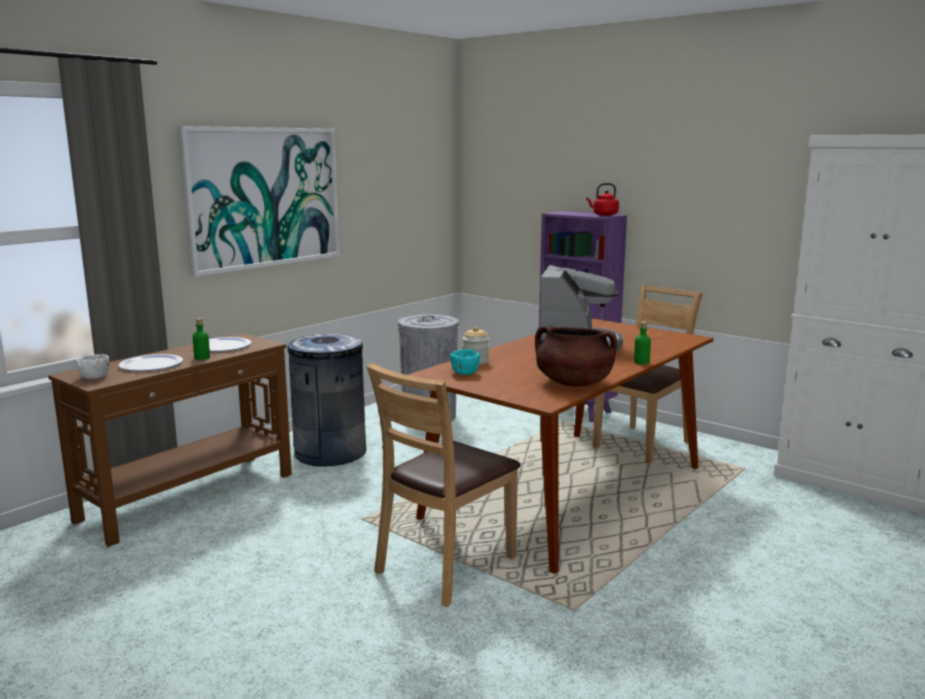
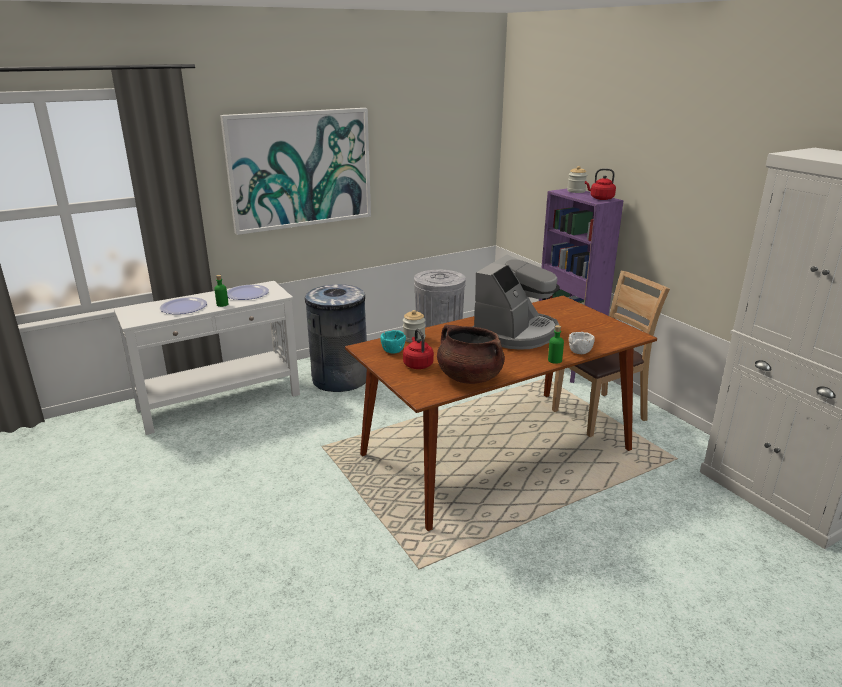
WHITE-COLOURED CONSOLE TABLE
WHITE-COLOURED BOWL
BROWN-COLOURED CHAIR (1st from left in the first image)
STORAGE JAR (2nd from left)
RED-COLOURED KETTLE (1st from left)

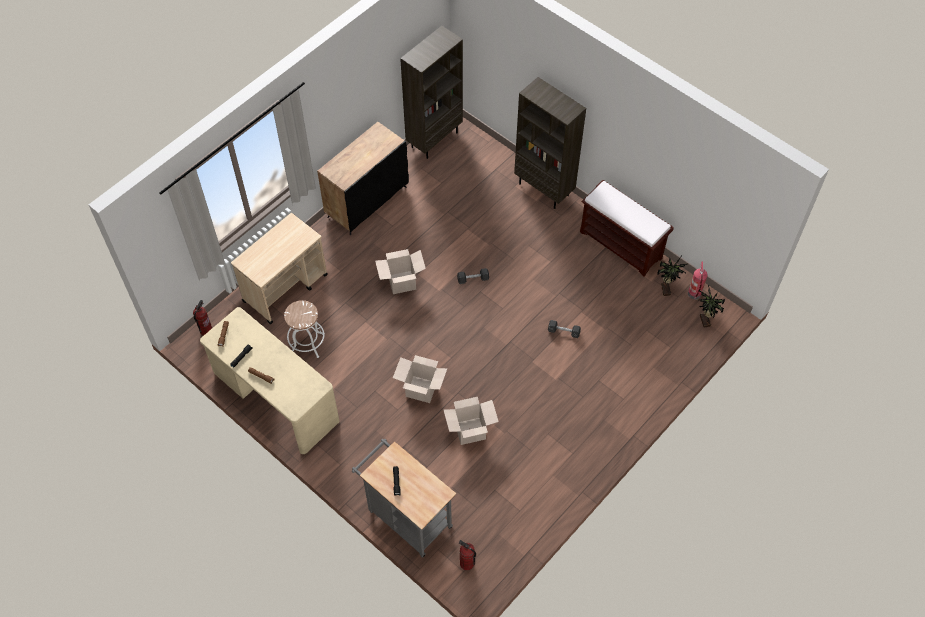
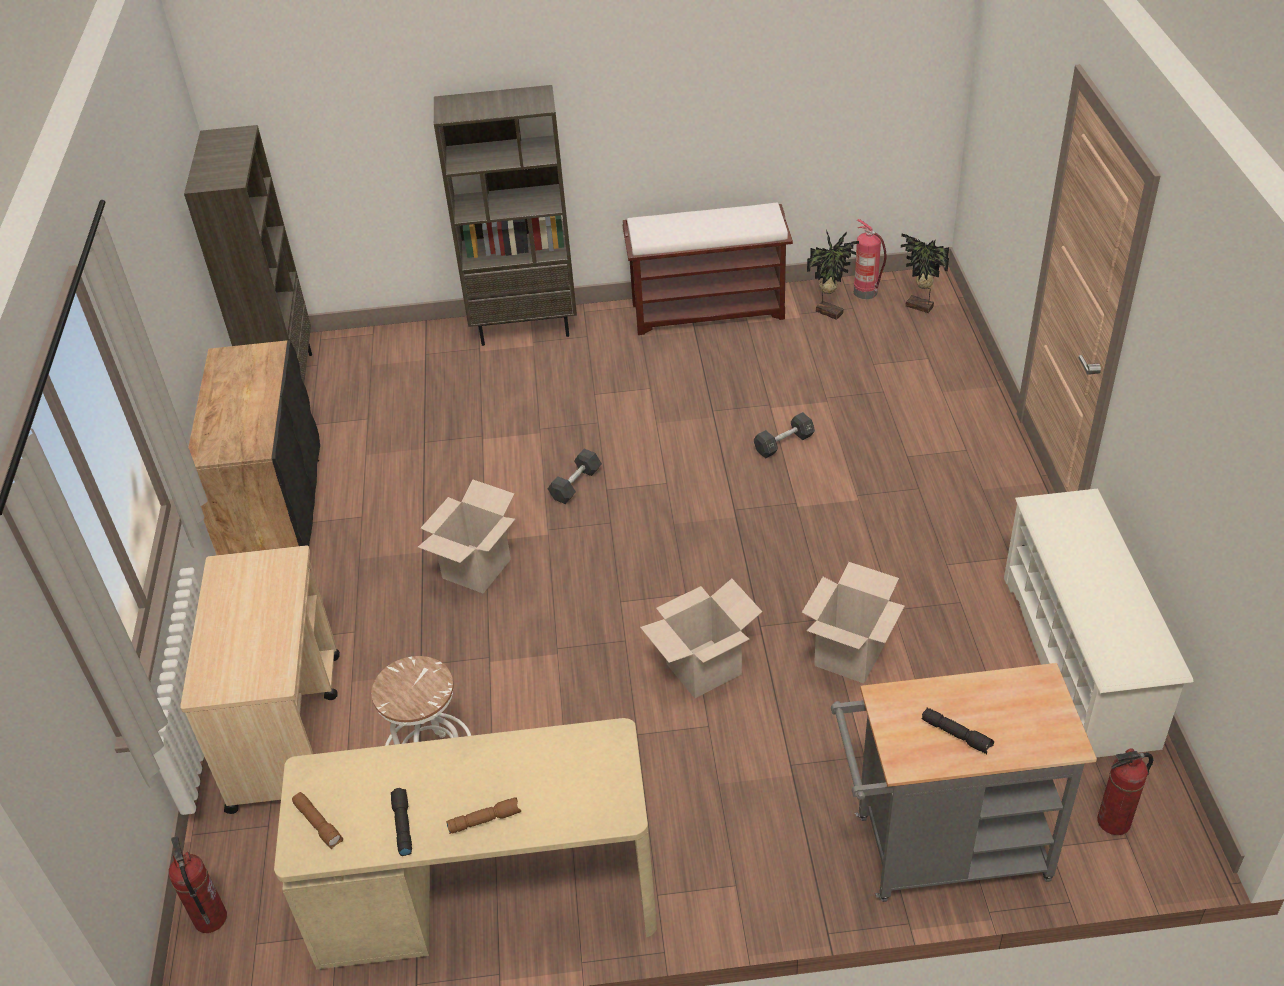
WHITE-COLOURED SHOE STAND

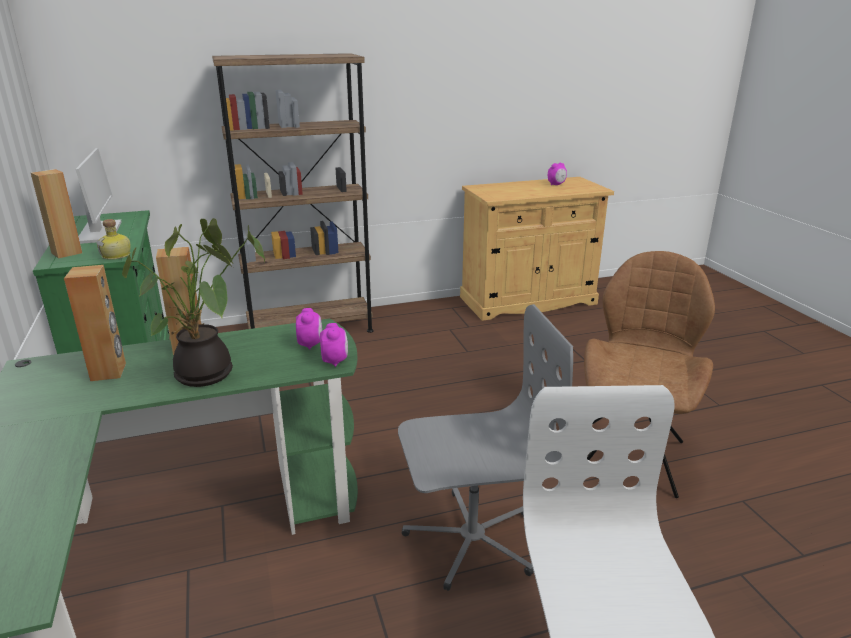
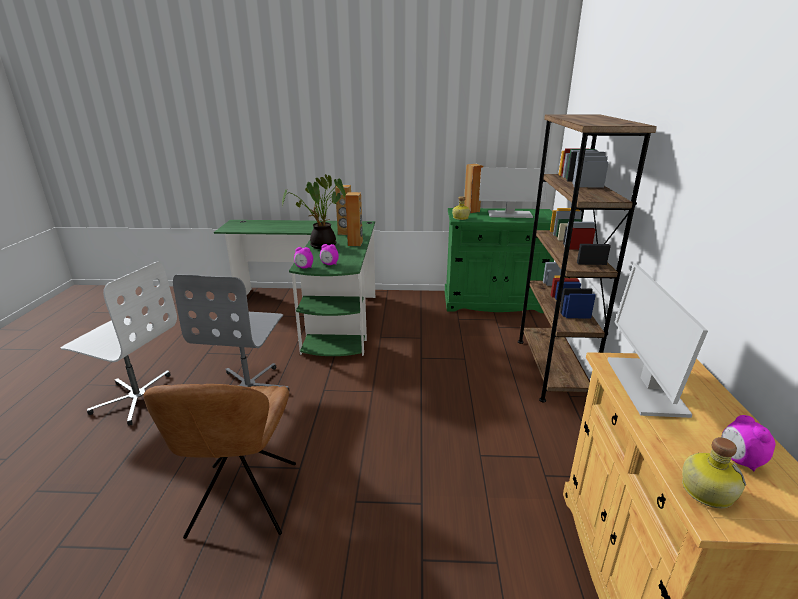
BROWN-COLOURED CHAIR
MONITOR (2nd from left)
BEVERAGE BOTTLE (2nd from left)

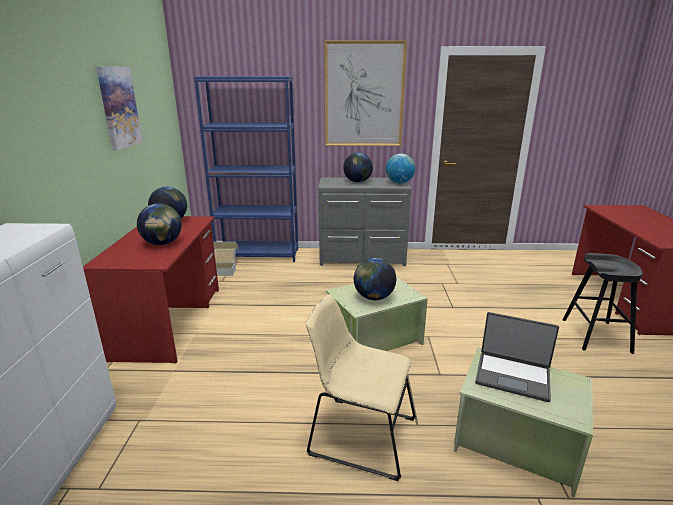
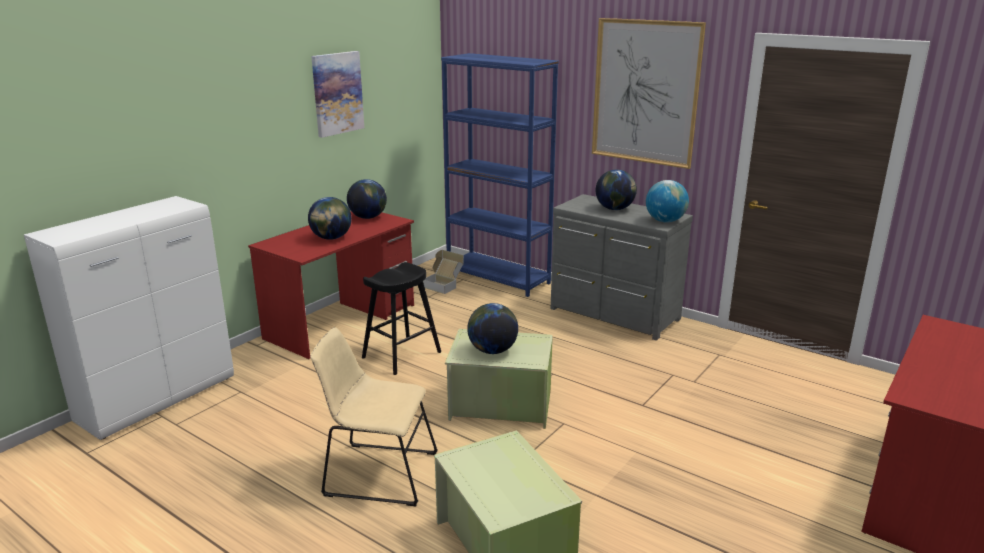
BLACK SITTING STOOL
BEIGE CHAIR
PORTABLE COMPUTER

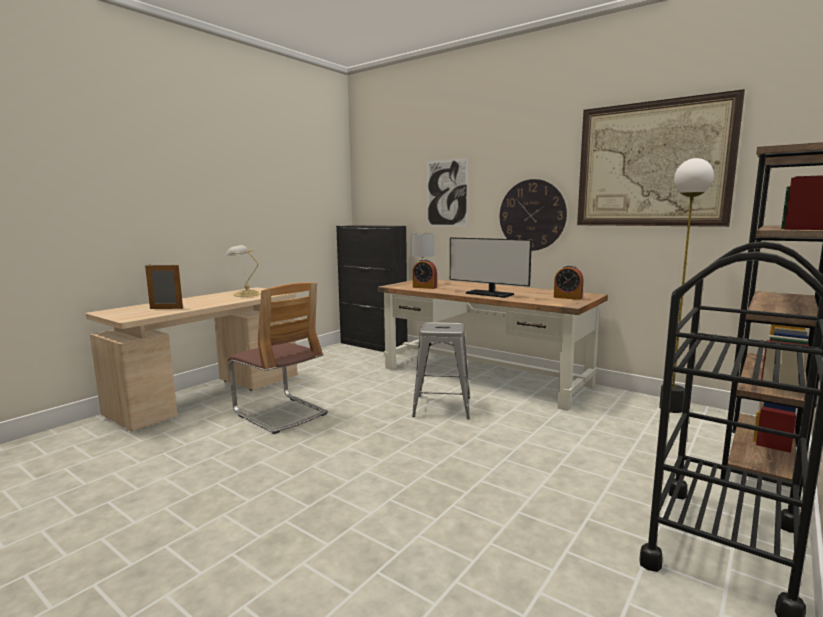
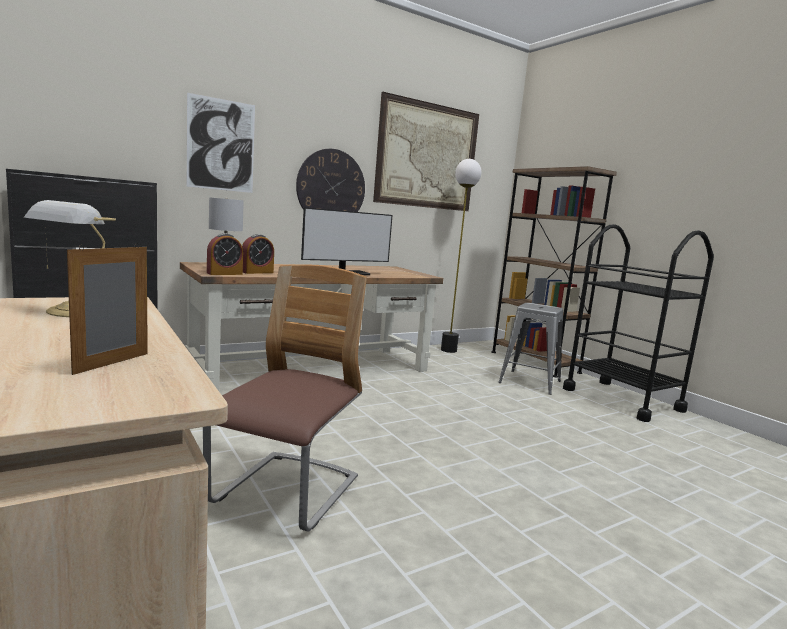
BEDSIDE CLOCK (1st from left)
CHAIR
GREY SITTING STOOL

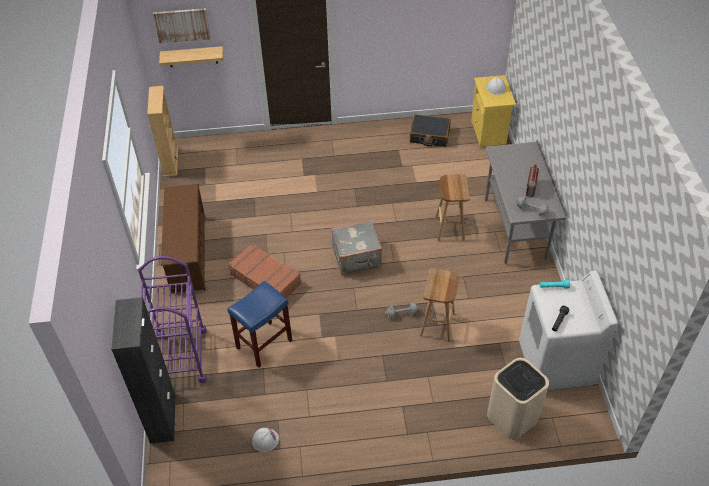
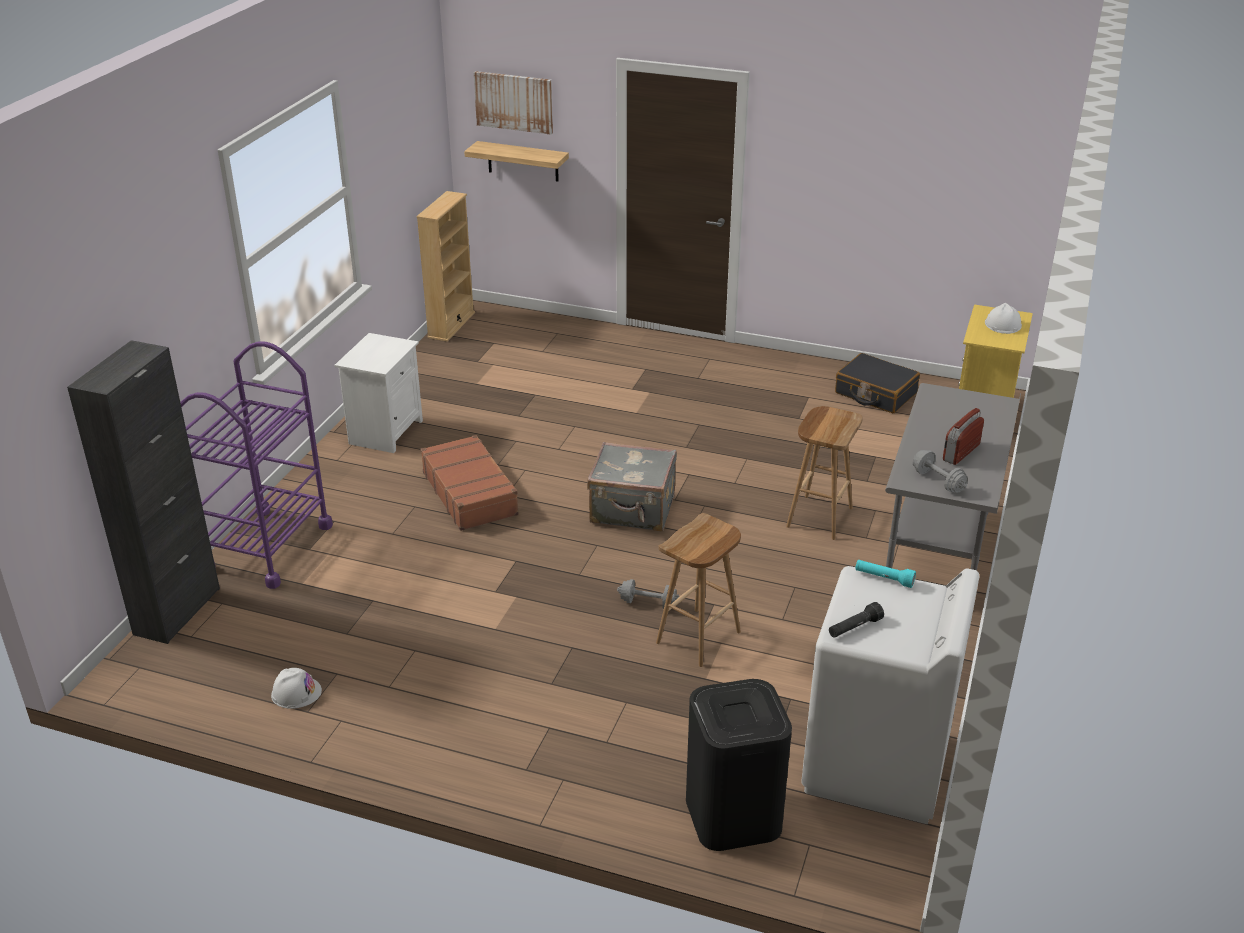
WHITE-COLOURED NIGHTSTAND
BLUE SITTING STOOL
BLACK WASTE BIN

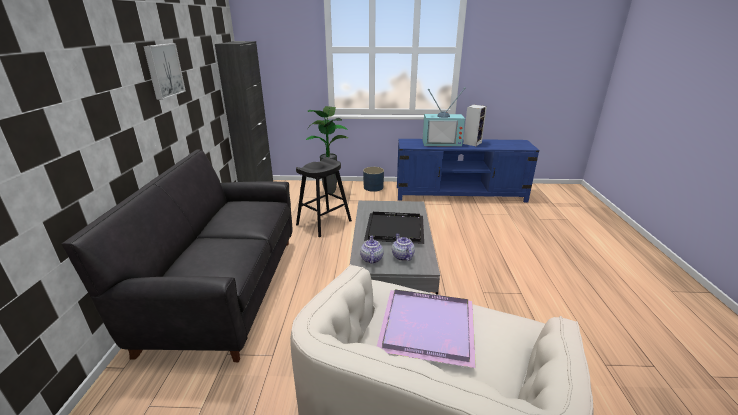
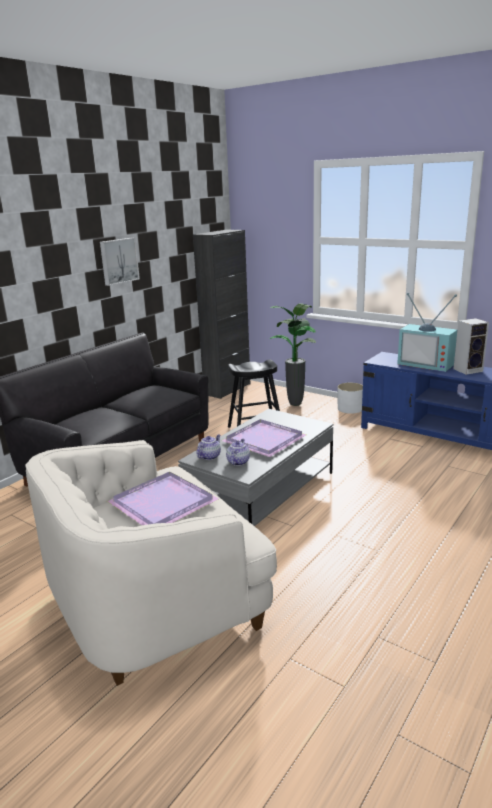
WHITE-COLOURED PLANT POT
PURPLE-COLOURED SERVING TRAY (2nd from left)

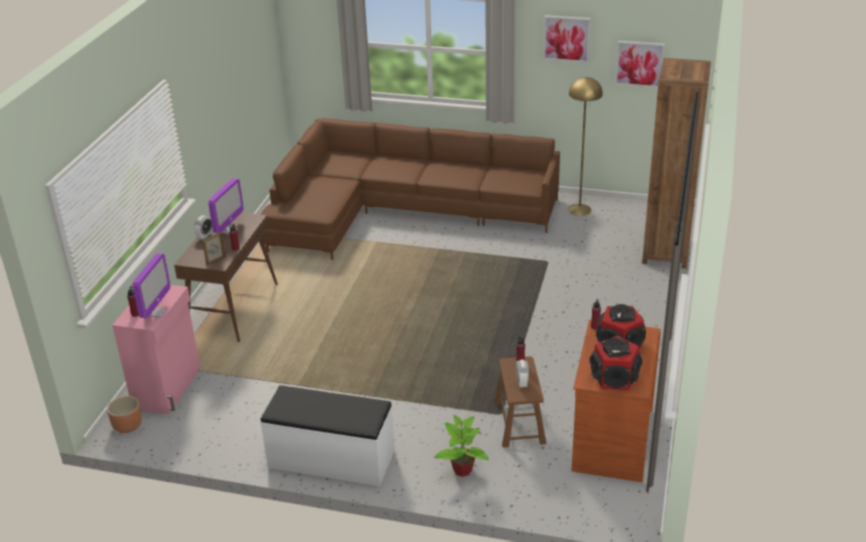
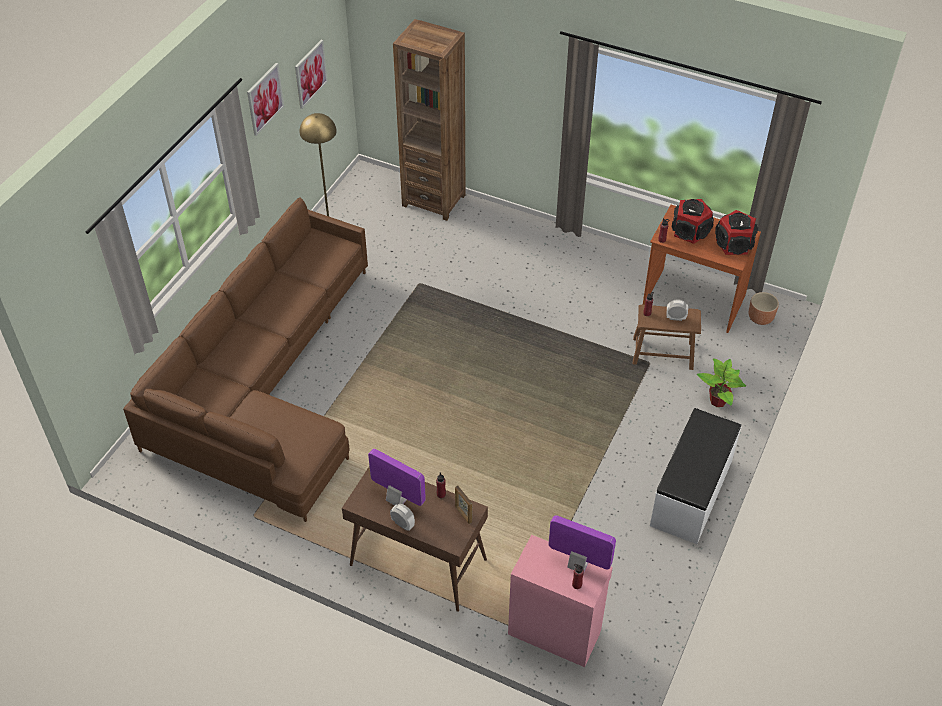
BROWN-COLOURED PLANT POT

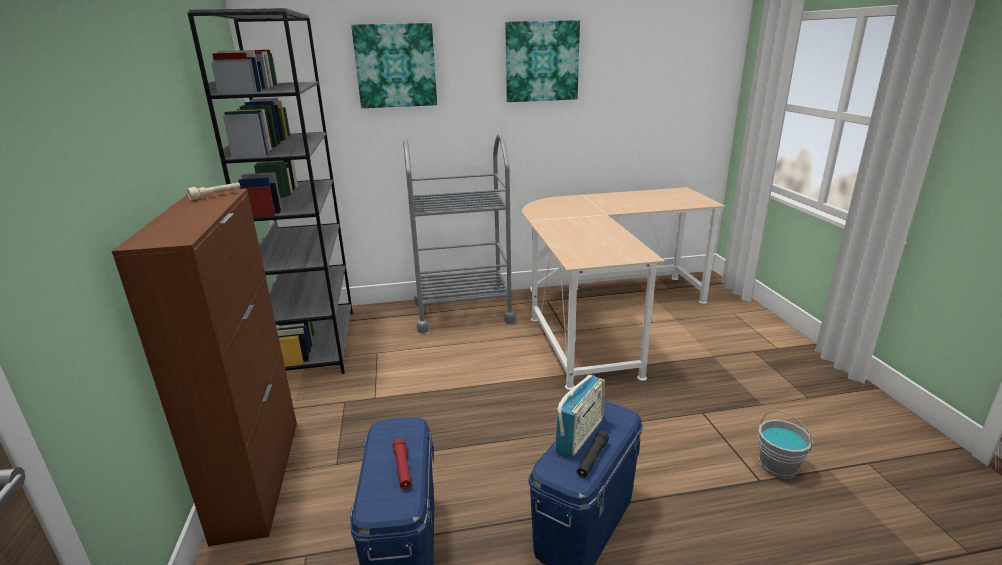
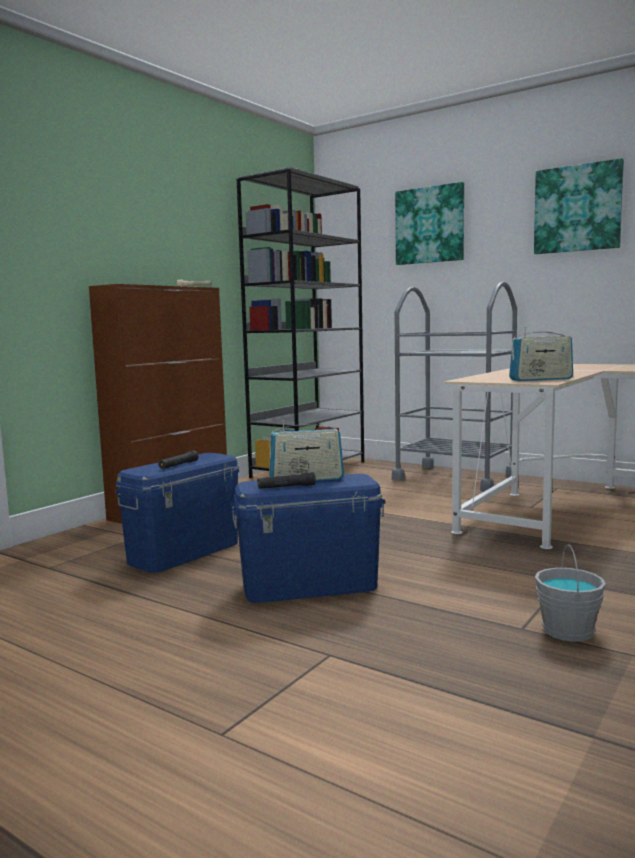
BLACK TORCH (1st from left)
RADIO RECEIVER (2nd from left)

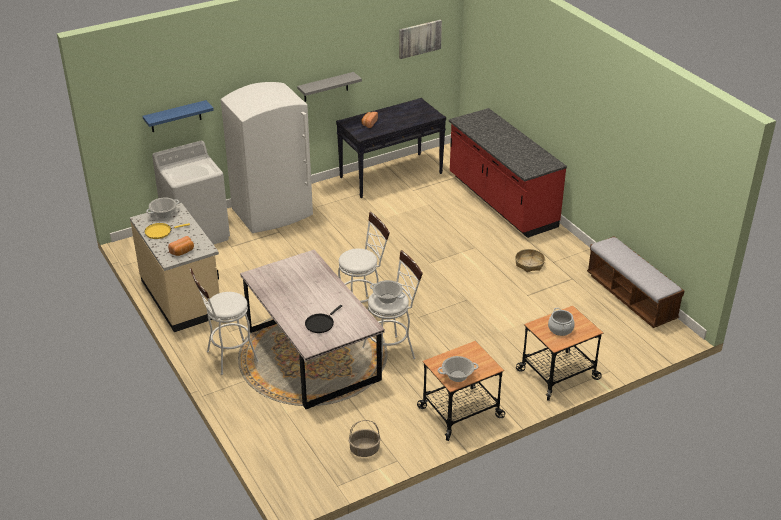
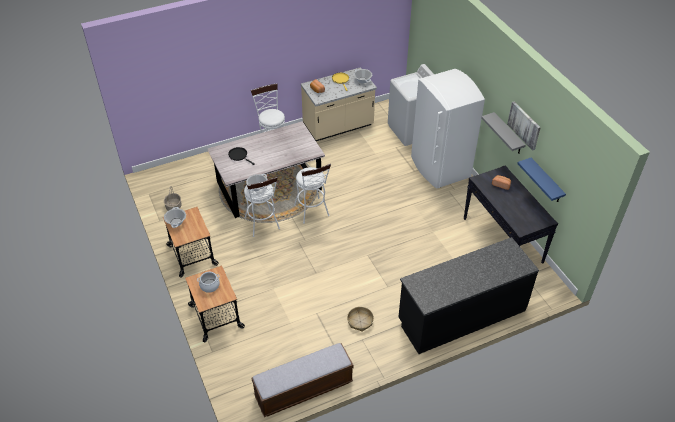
WALL PICTURE
BLUE BRACKET SHELF
BLACK COUNTER

